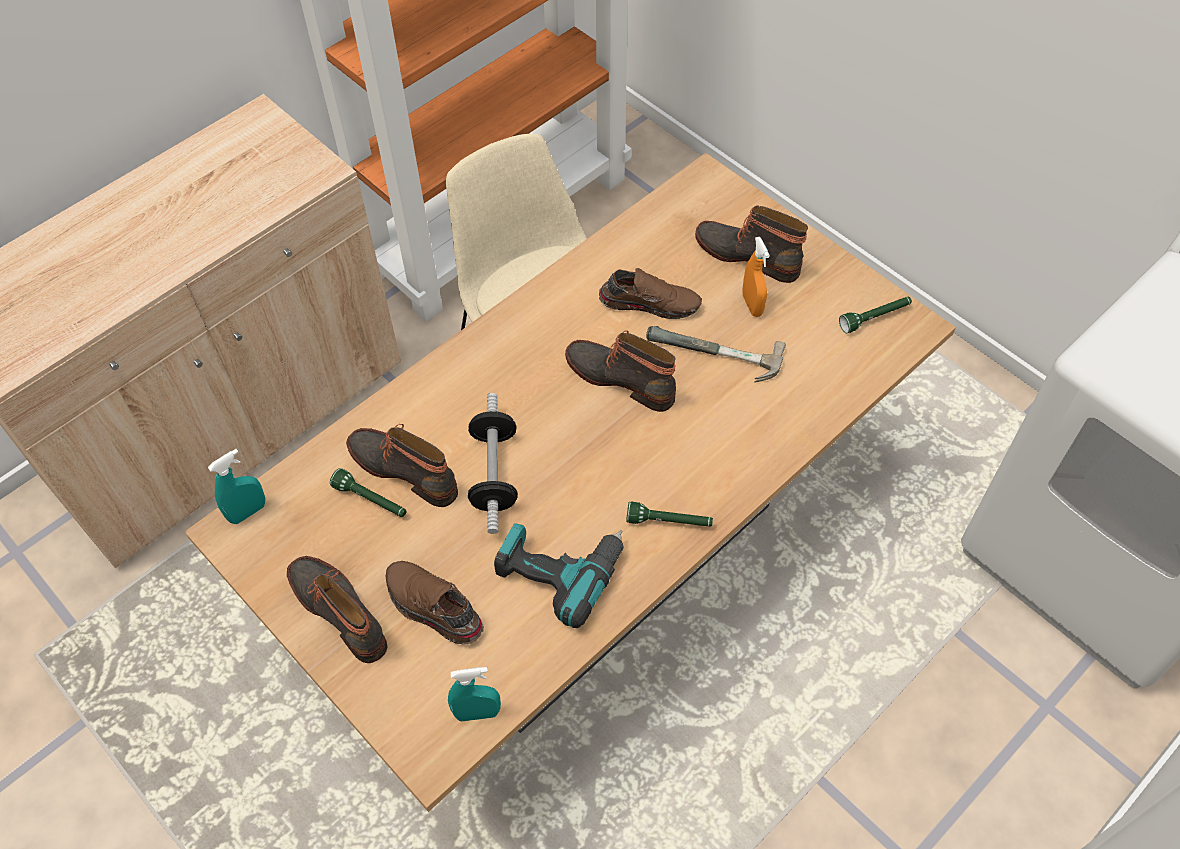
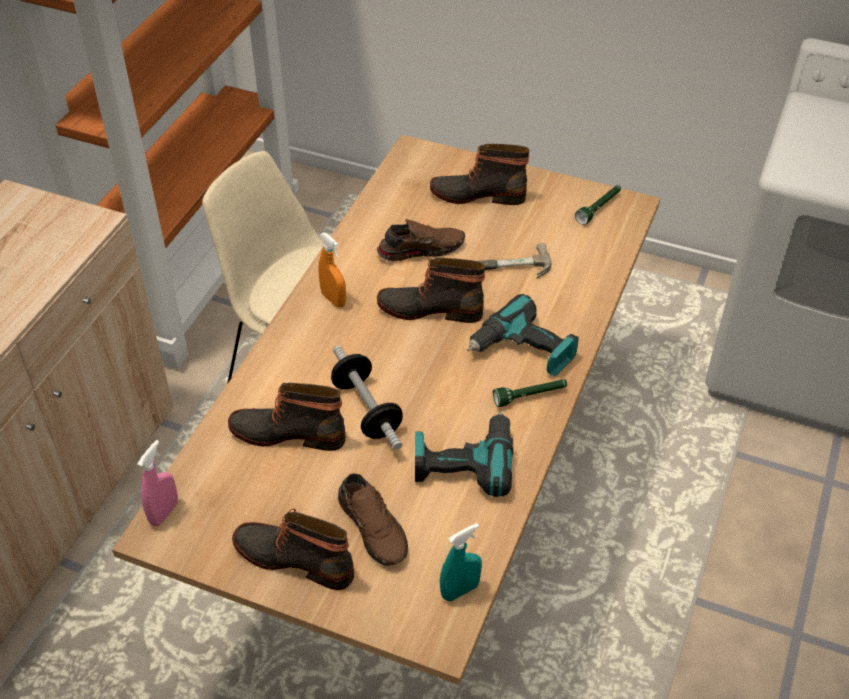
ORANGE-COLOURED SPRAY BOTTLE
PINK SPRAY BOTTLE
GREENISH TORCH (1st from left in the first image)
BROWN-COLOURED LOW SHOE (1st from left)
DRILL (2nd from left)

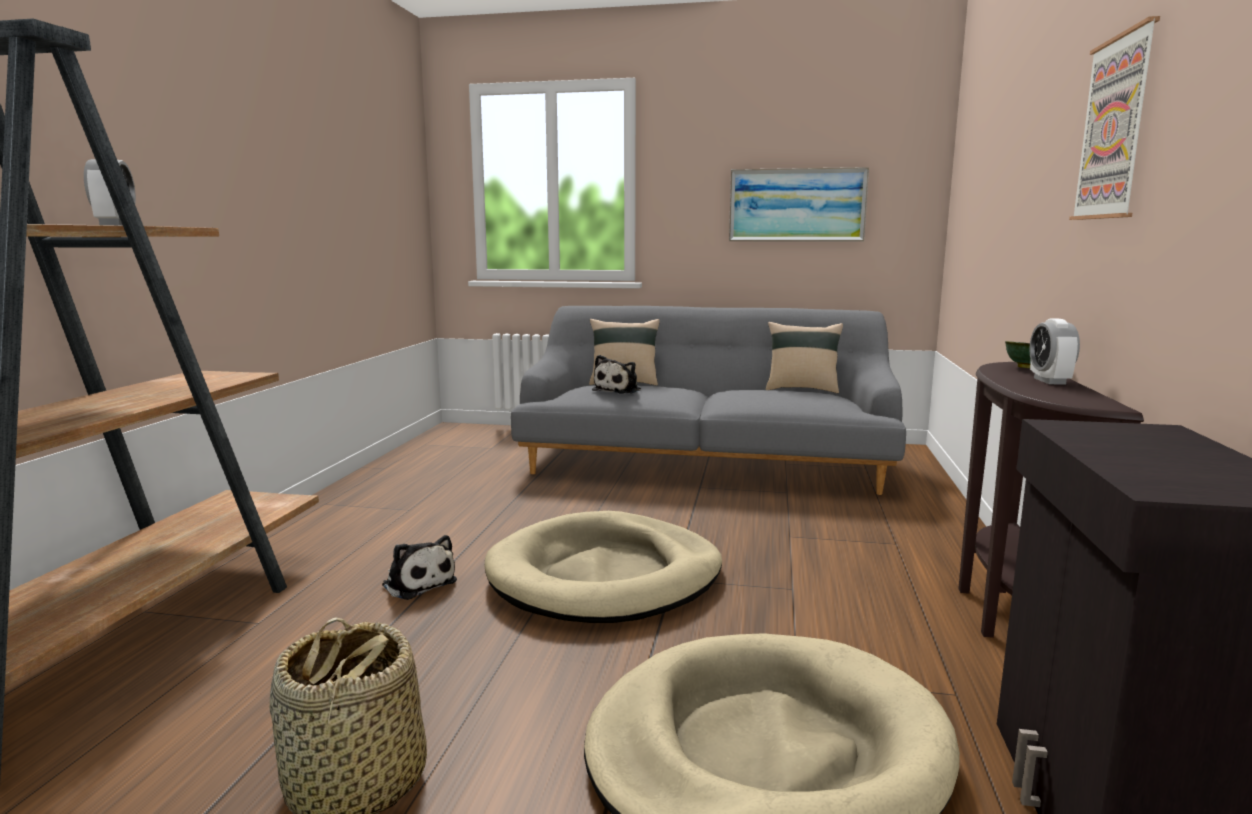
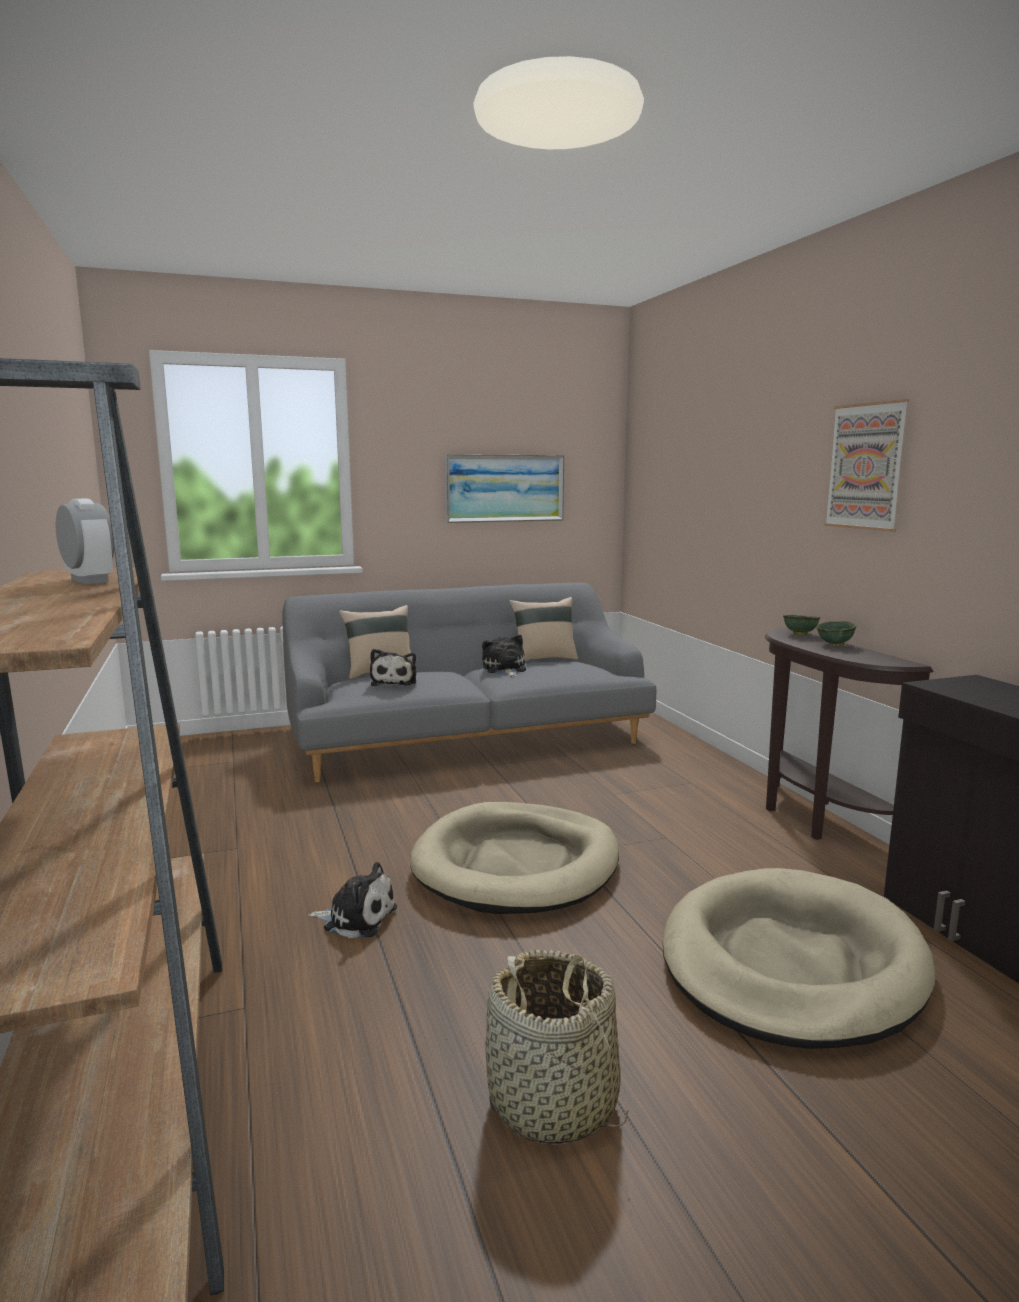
GREENISH BOWL (2nd from left)
SOFT TOY (3rd from left)

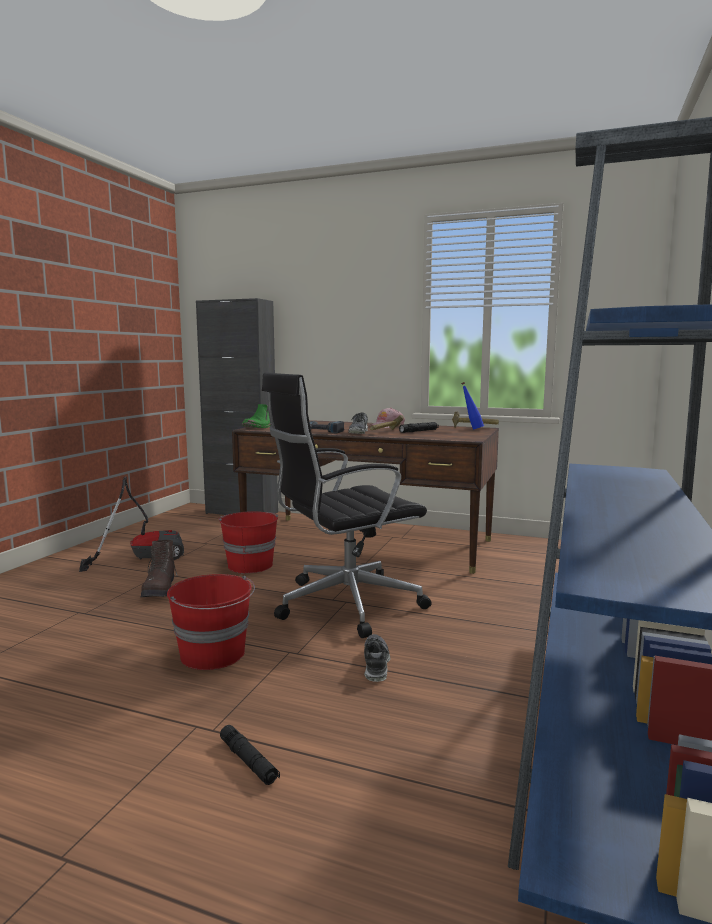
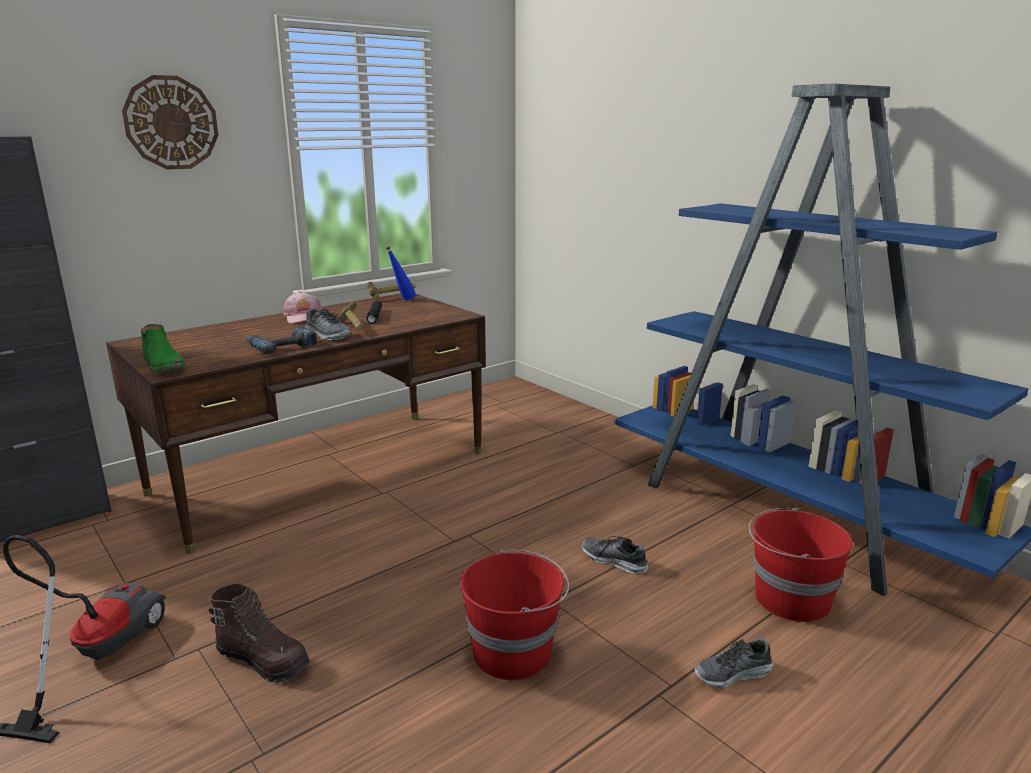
BLACK COMPUTER CHAIR
RED-COLOURED BUCKET (2nd from left)
LOW SHOE (3rd from left)
CLOCK ON THE WALL

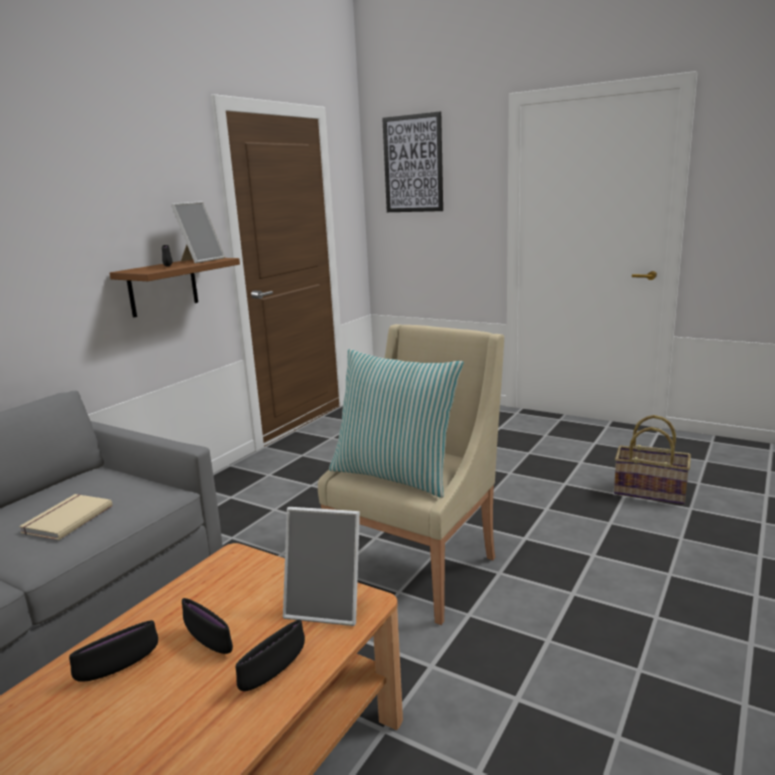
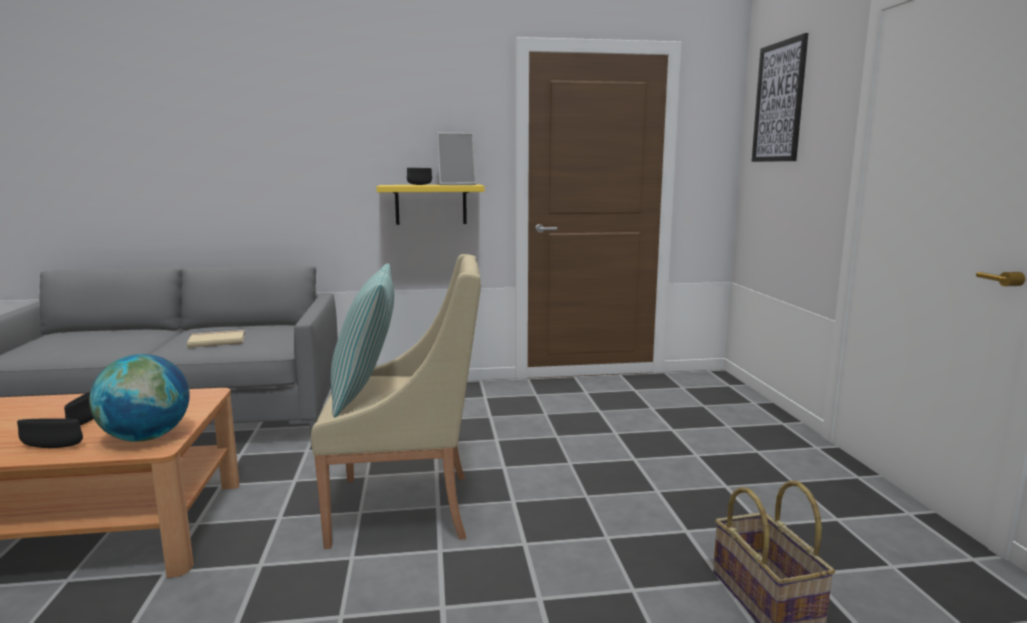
YELLOW-COLOURED BRACKET SHELF
GLOBE
BLACK BOWL (1st from left in the first image)

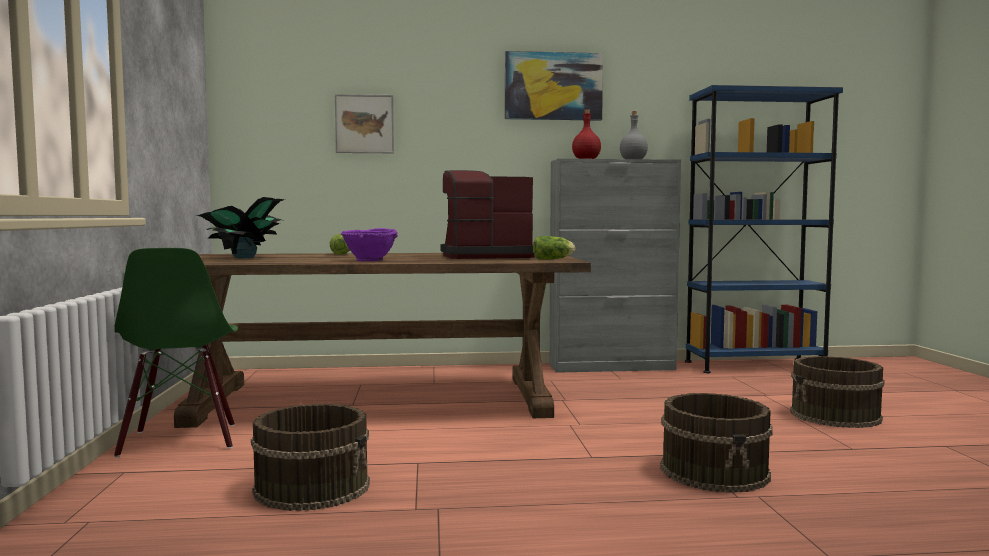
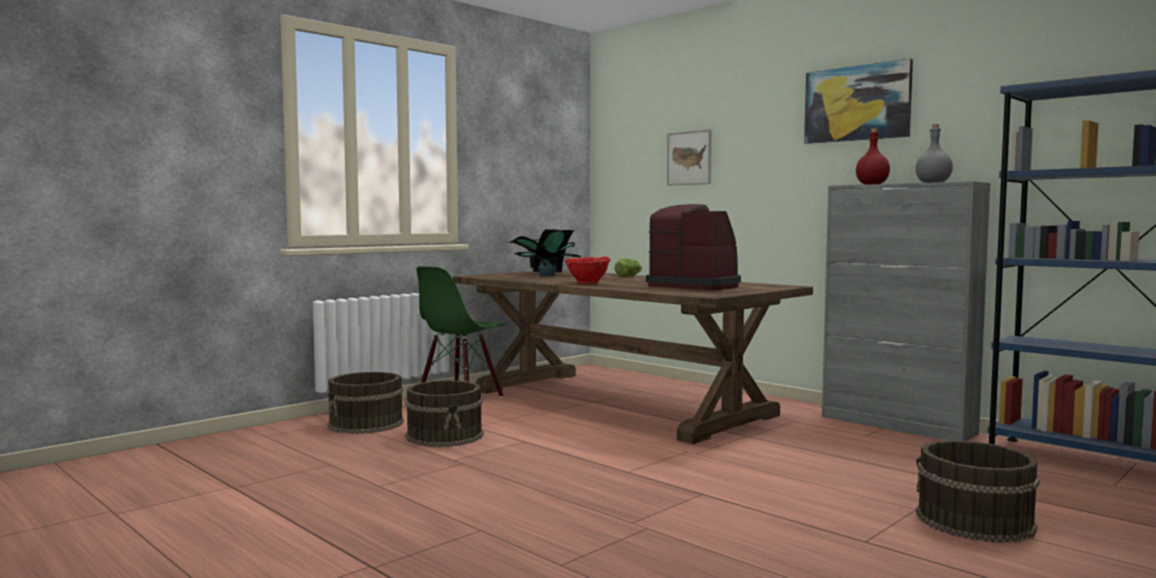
RED-COLOURED BOWL
LETTUCE HEAD (2nd from left in the first image)
BROWN-COLOURED BUCKET (1st from left)

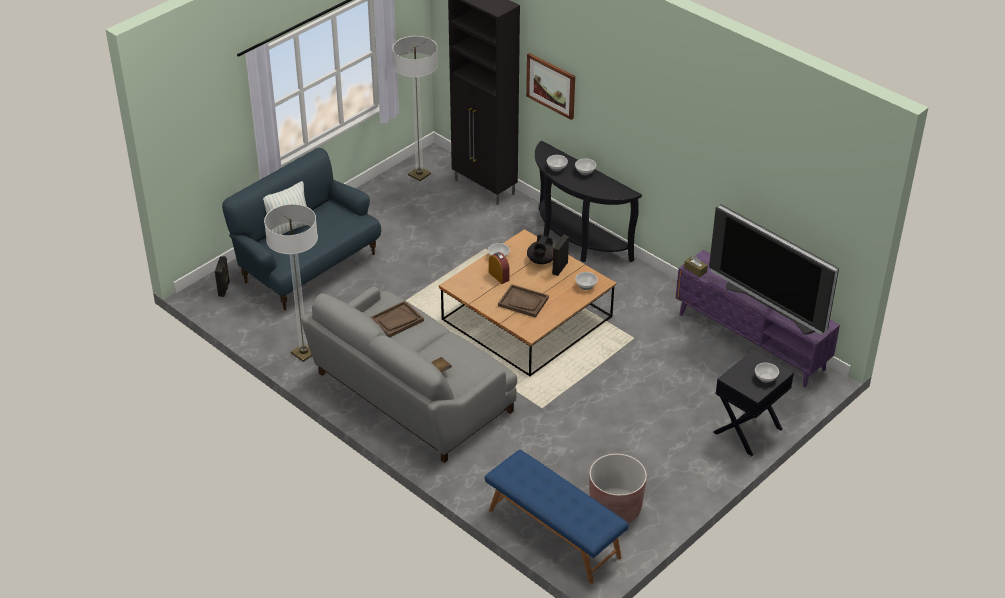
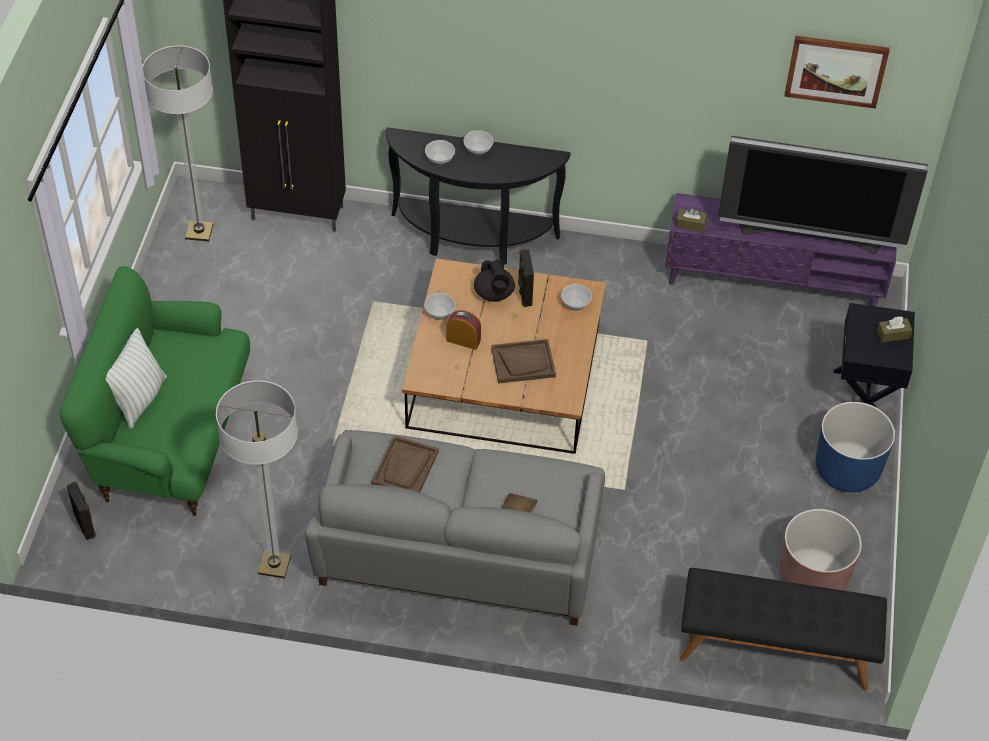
WALL PICTURE
GREENISH SETTEE
BROWN-COLOURED BOX OF TISSUES (2nd from left)
BLACK LONG SEAT
BLUE PLANT POT

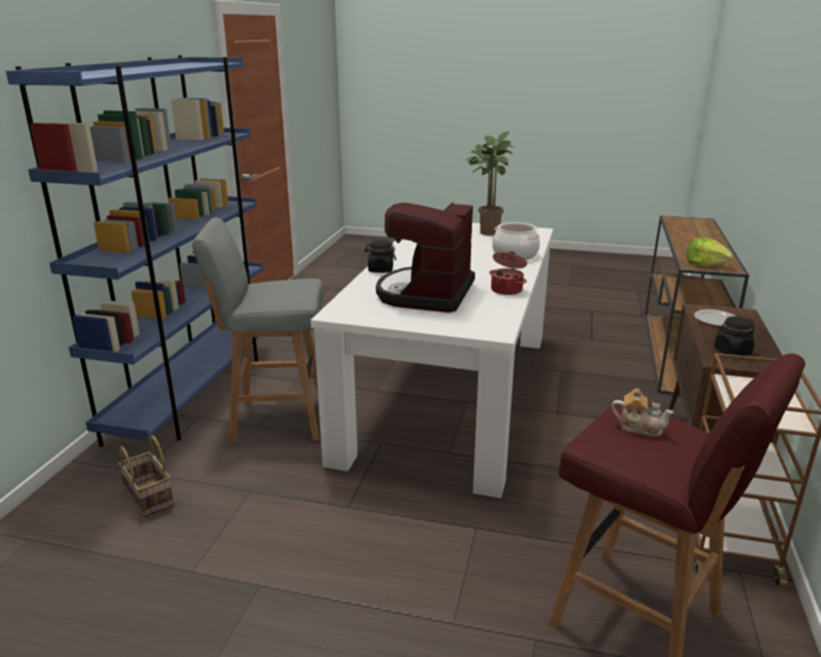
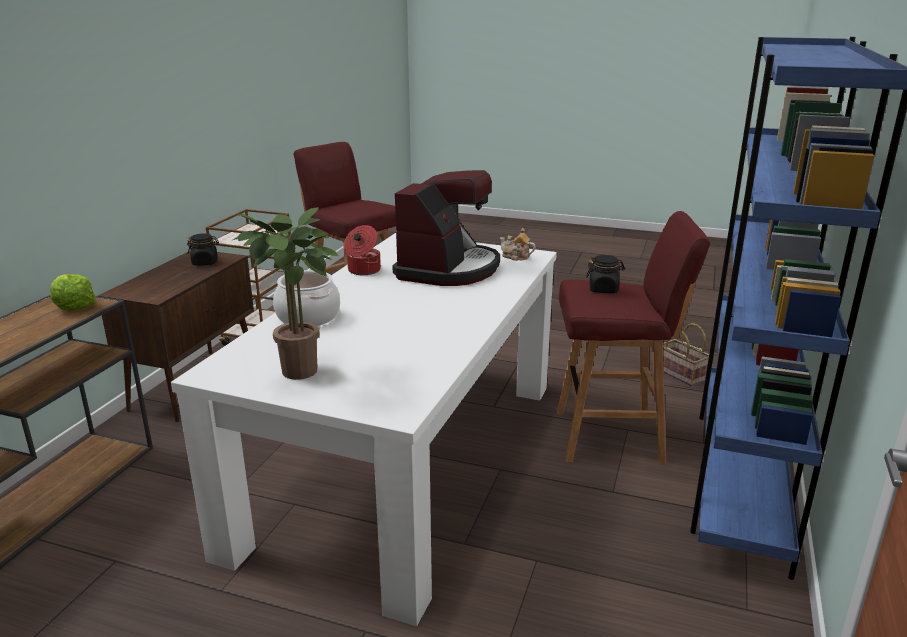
RED-COLOURED SITTING STOOL (2nd from left)
BLACK STORAGE JAR (2nd from left)
DINNER PLATE
POT FOR TEA

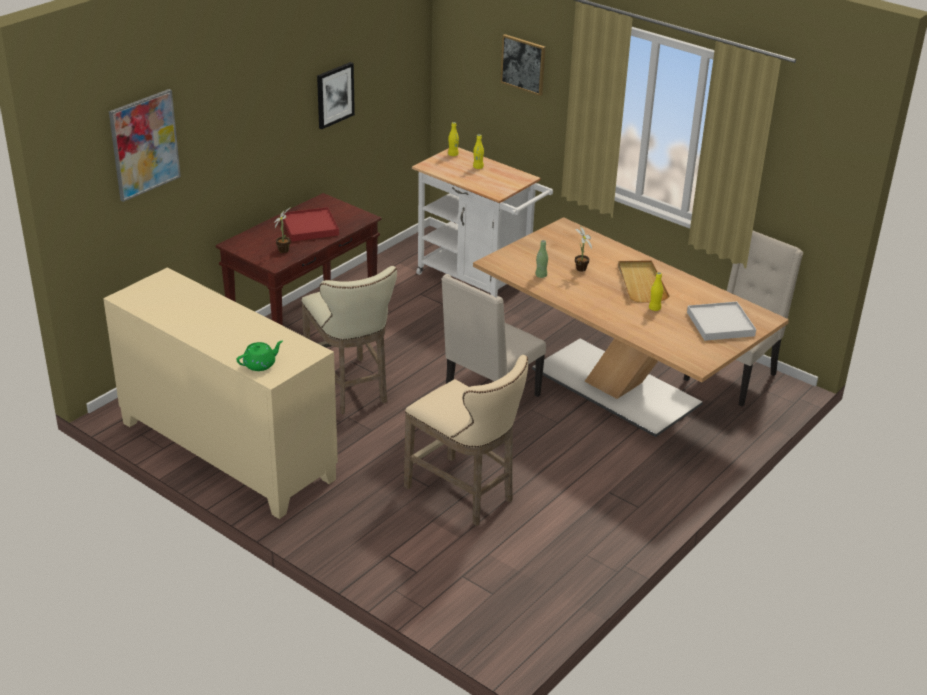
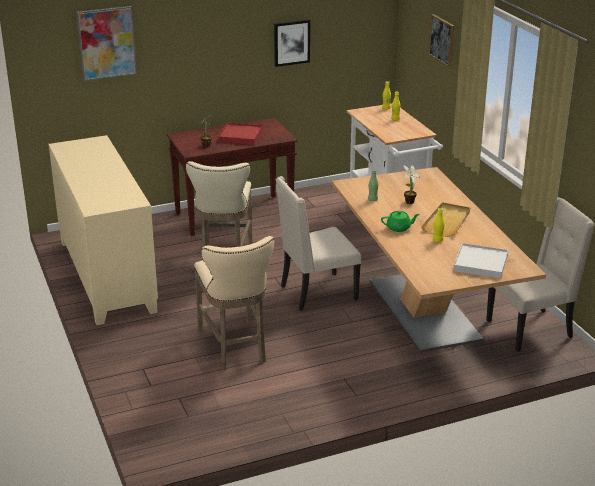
GREENISH POT FOR TEA

